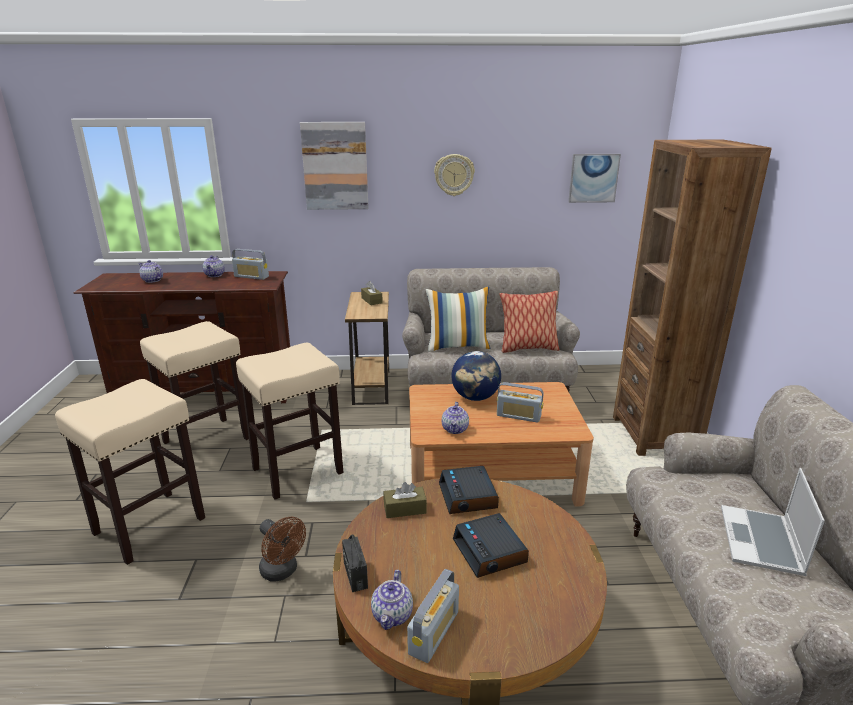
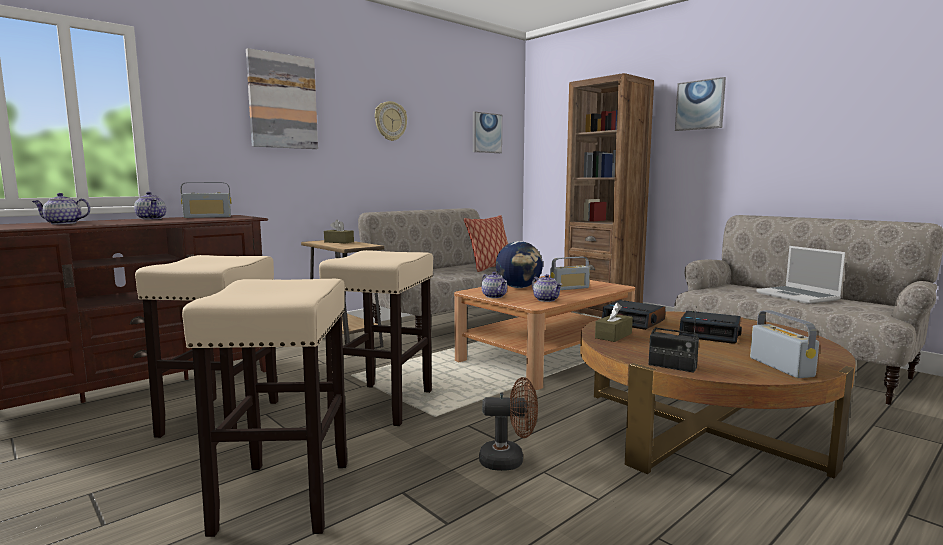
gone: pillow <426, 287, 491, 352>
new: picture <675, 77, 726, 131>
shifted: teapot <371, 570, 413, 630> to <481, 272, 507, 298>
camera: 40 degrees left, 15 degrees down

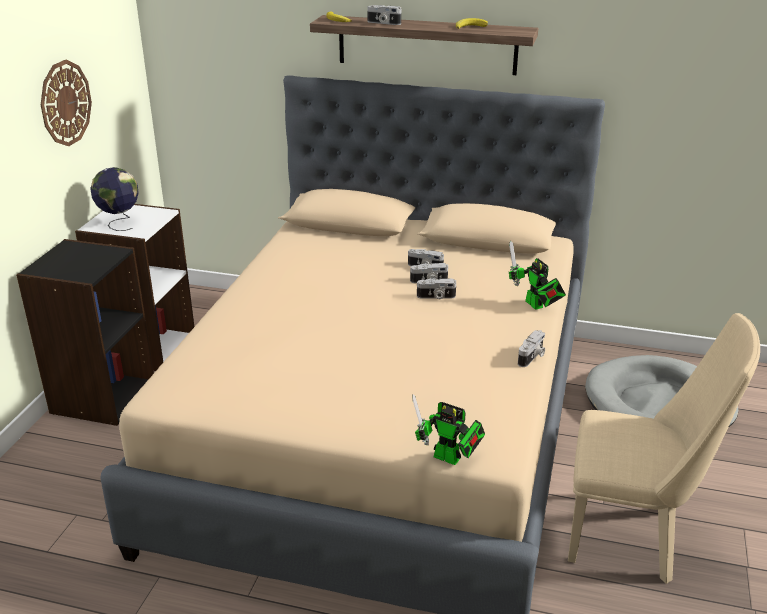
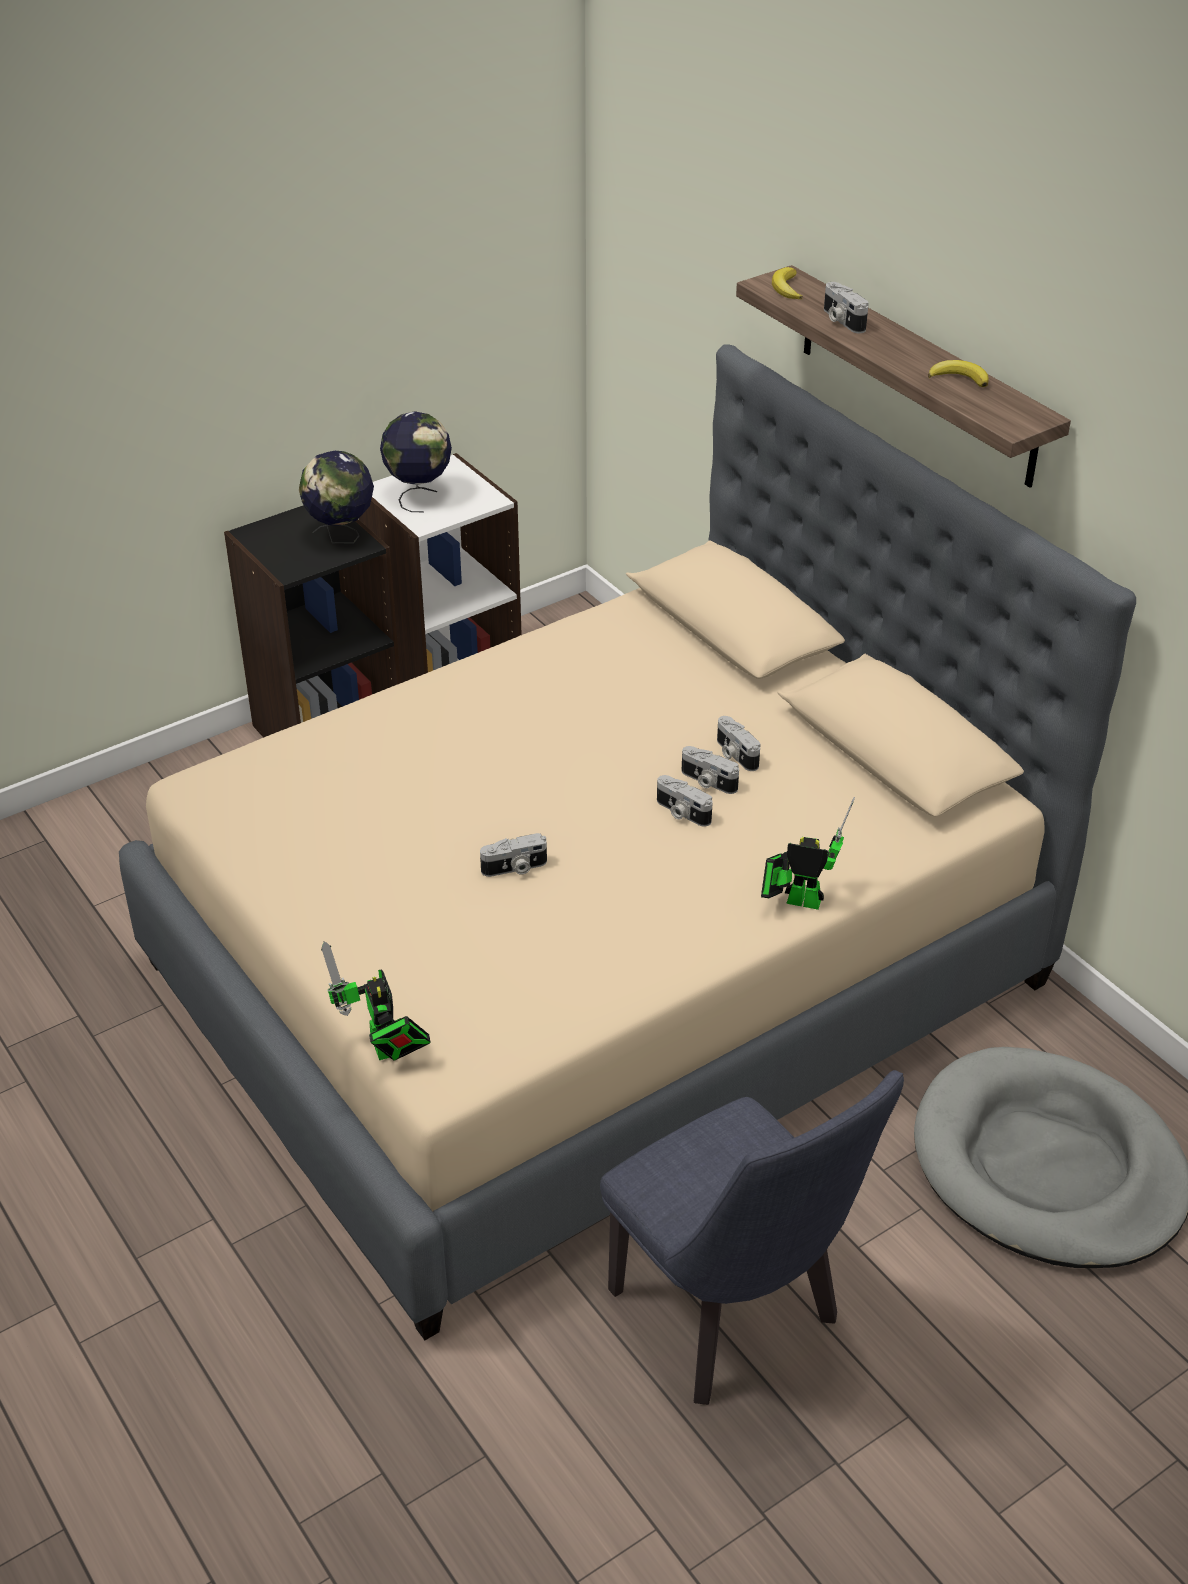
gone: wall clock <41, 60, 92, 146>
new: globe <299, 451, 374, 543>
shifted: photo camera <518, 330, 545, 367> to <480, 833, 547, 877>
repainted: beige chair <568, 313, 760, 584> to blue chair <600, 1070, 904, 1405>
rotated: toy robot <509, 241, 566, 310> = <761, 797, 855, 910> 90 degrees clockwise
camera: 40 degrees right, 10 degrees up

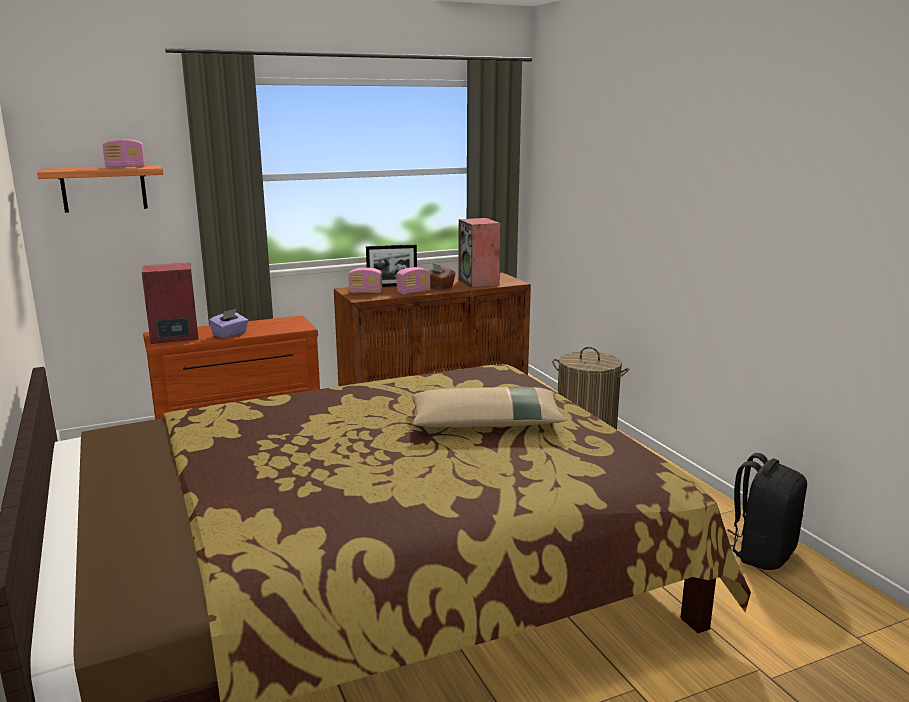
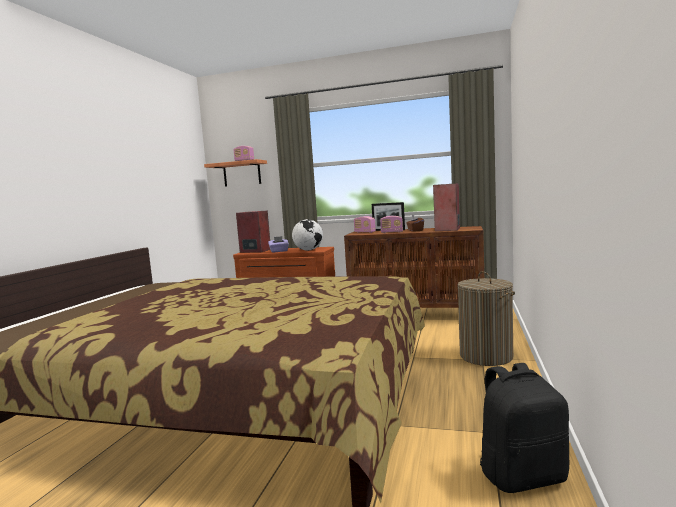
gone: beige pillow <411, 387, 567, 427>
new: globe <292, 219, 323, 251>
camera: 40 degrees right, 10 degrees down

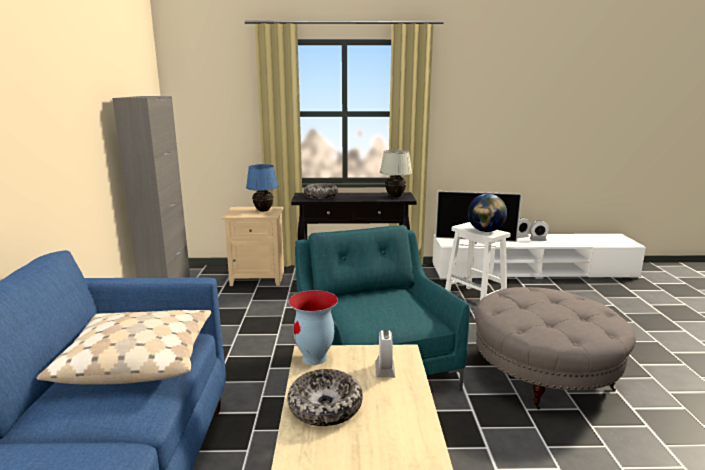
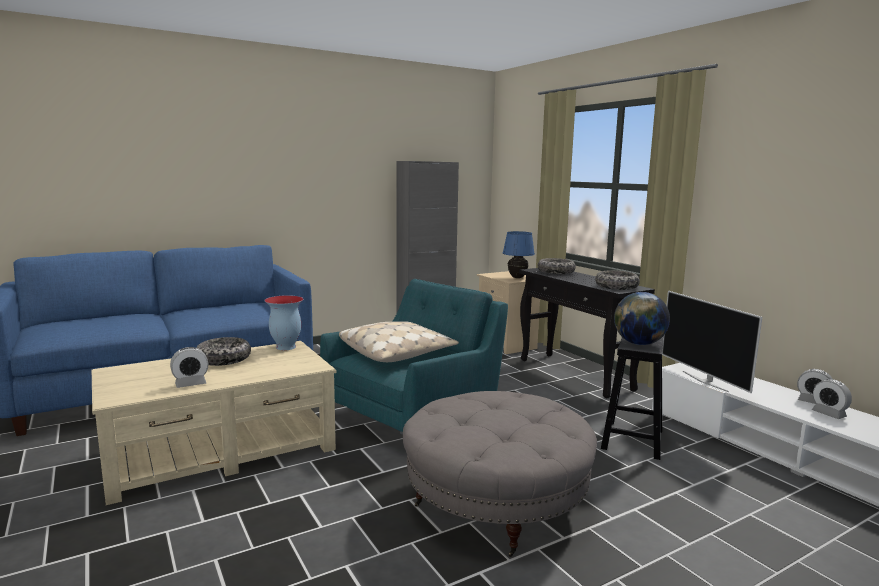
shifted: alarm clock <375, 330, 395, 378> to <170, 347, 208, 388>; beige pillow <37, 310, 211, 385> to <339, 321, 459, 362>
swapped: white table lamp <380, 150, 412, 197> to bowl <595, 270, 640, 290>
repainted: white stool <445, 222, 511, 301> to black stool <601, 336, 664, 460>
camera: 60 degrees right, 5 degrees down

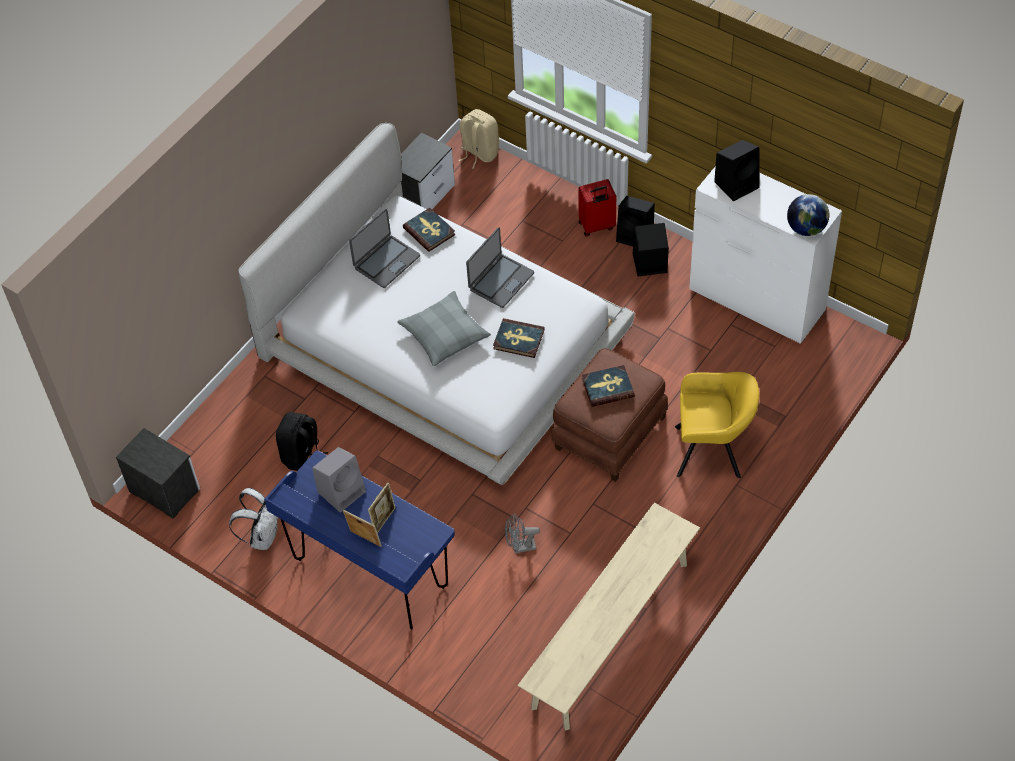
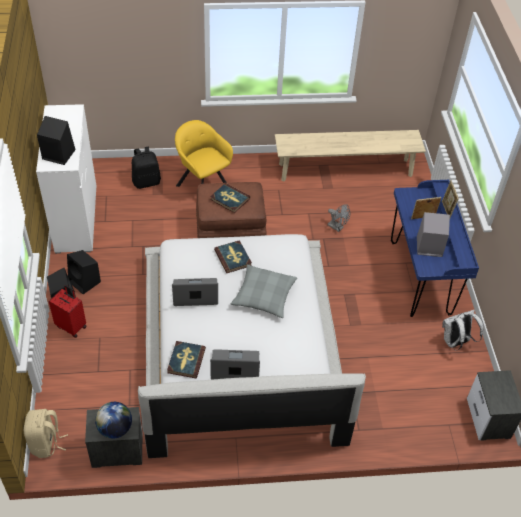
shifted: globe <787, 194, 829, 236> to <95, 402, 132, 439>; black backpack <276, 412, 328, 471> to <132, 147, 161, 189>
camera: 135 degrees left, 5 degrees down

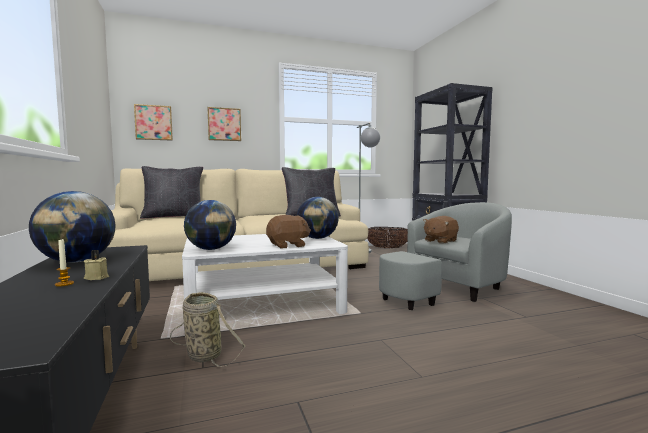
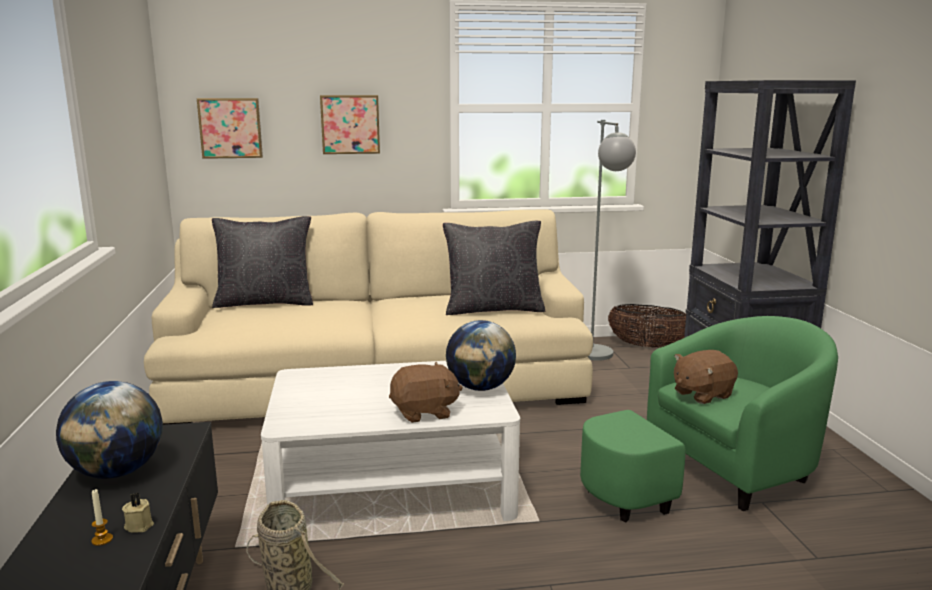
gone: globe <184, 200, 236, 250>
repainted: grey armchair <379, 202, 512, 310> to green armchair <580, 316, 838, 522>
camera: 10 degrees right, 10 degrees up

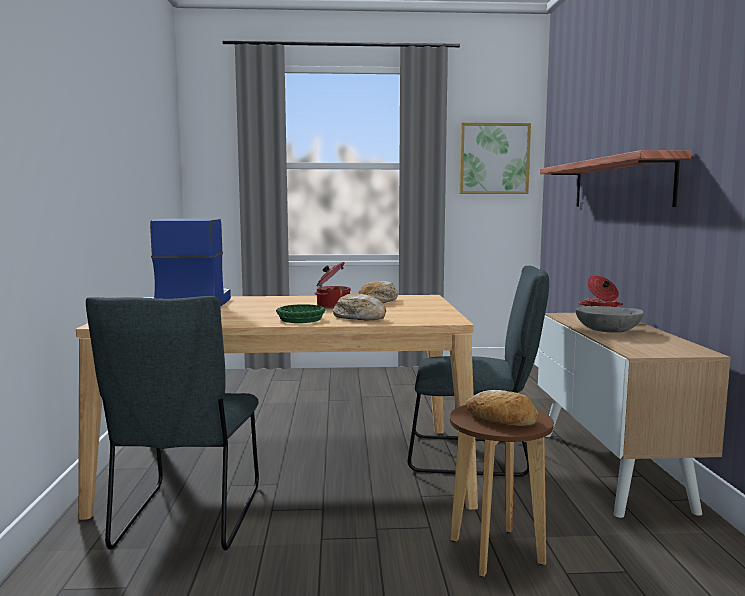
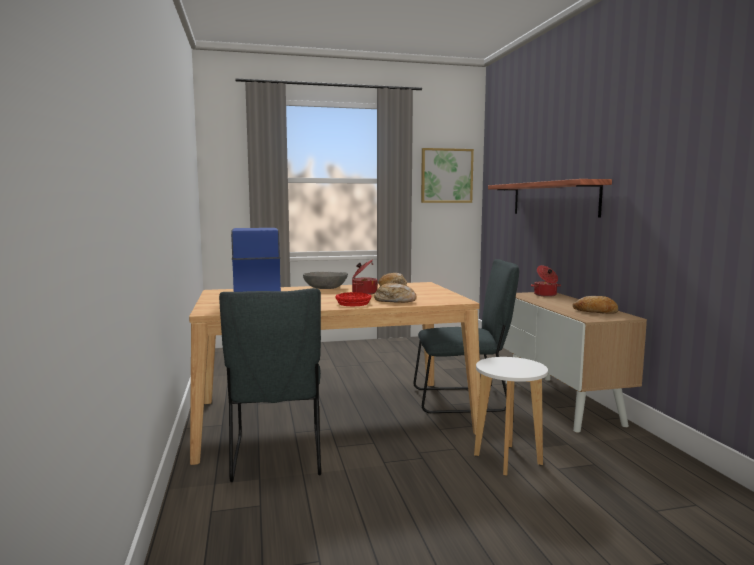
shifted: grey bowl <576, 306, 644, 333> to <303, 272, 348, 289>; bread <466, 390, 539, 426> to <572, 296, 618, 314>
repainted: green bowl <276, 304, 325, 323> to red bowl <335, 292, 372, 306>; brown stool <450, 405, 554, 577> to white stool <474, 357, 548, 476>
camera: 10 degrees left, 0 degrees up

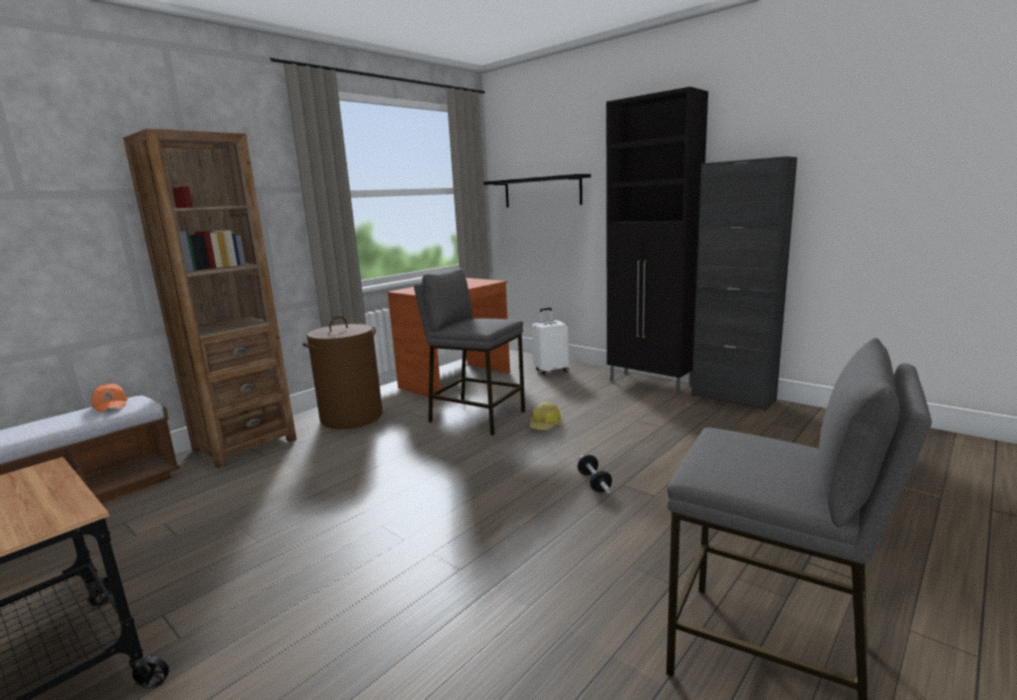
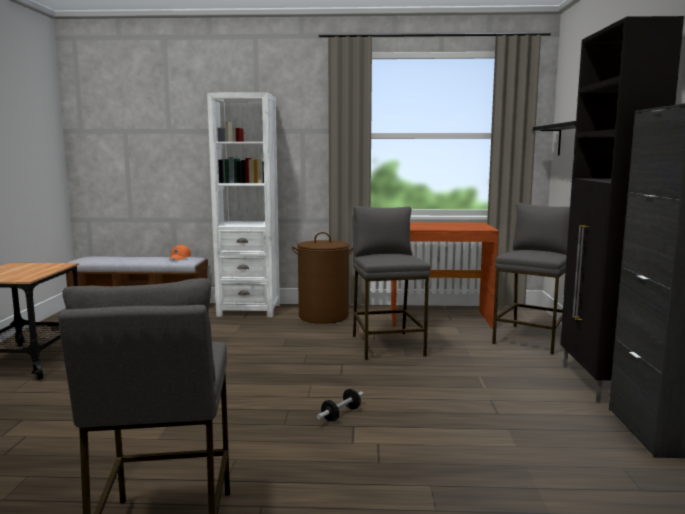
gone: hard hat <530, 402, 562, 430>
swapped: white suitcase <532, 308, 569, 375> to grey stool <492, 203, 570, 354>
repainted: brown bookcase <123, 128, 297, 469> to white bookcase <207, 92, 280, 317>
camera: 50 degrees right, 5 degrees down

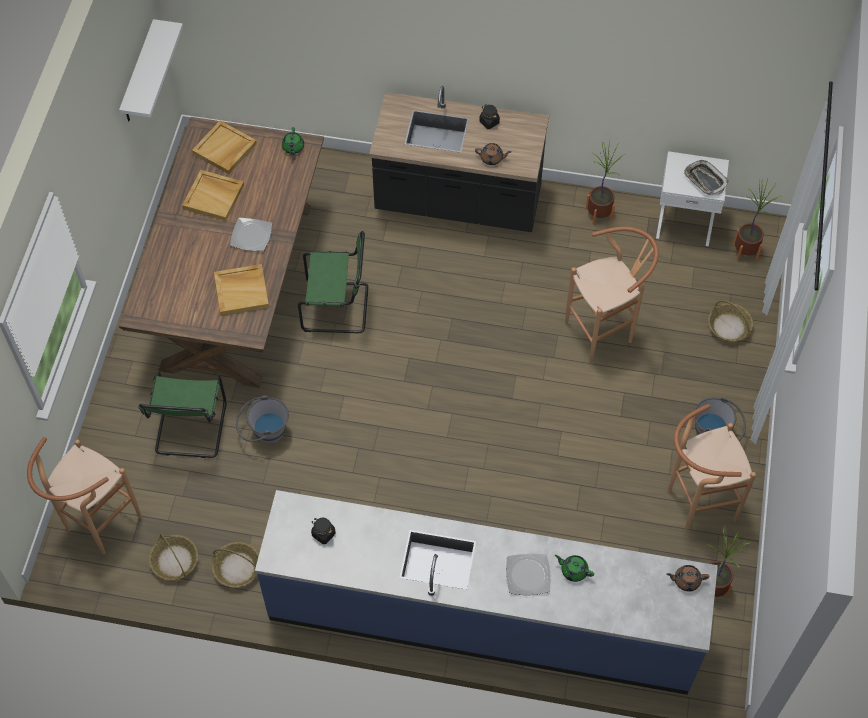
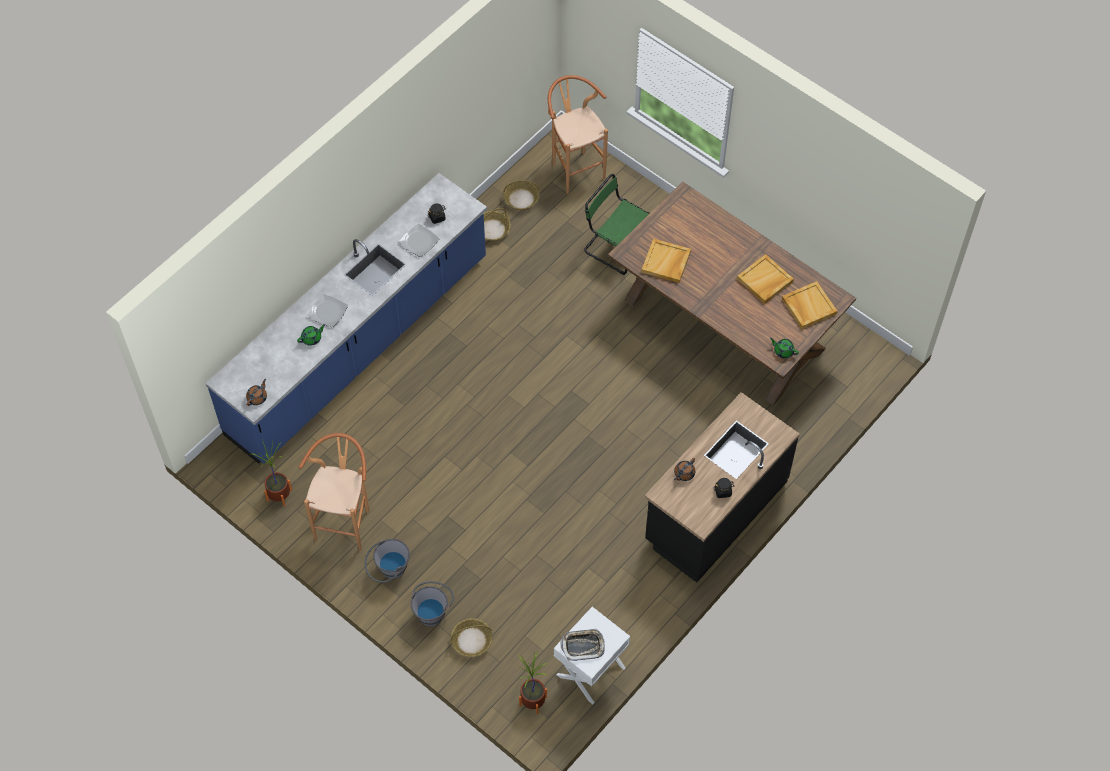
gone: white shelf <119, 19, 183, 121>; green chair <298, 231, 368, 333>; brown stool <565, 227, 659, 364>; potted plant <586, 140, 626, 225>
shifted: plate <230, 218, 272, 251> to <399, 224, 439, 257>; grey bucket <236, 396, 289, 444> to <411, 581, 454, 626>
camera: 120 degrees right, 0 degrees up

